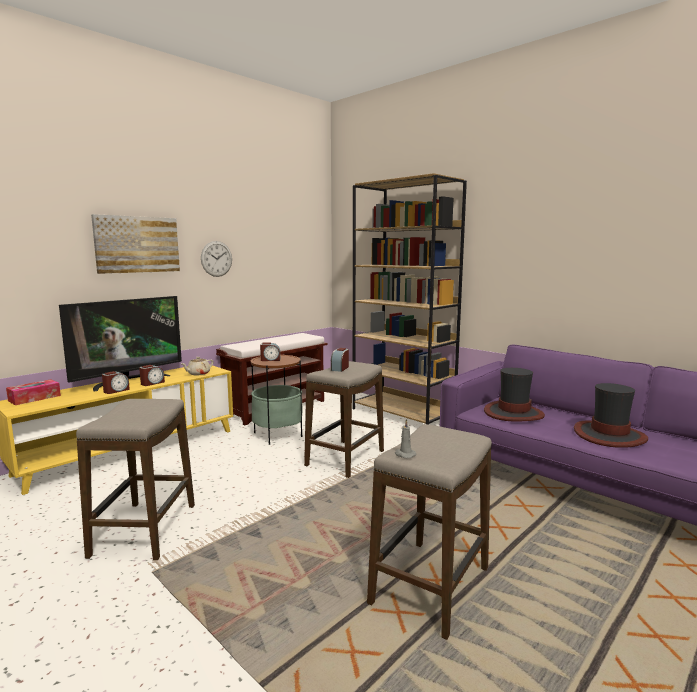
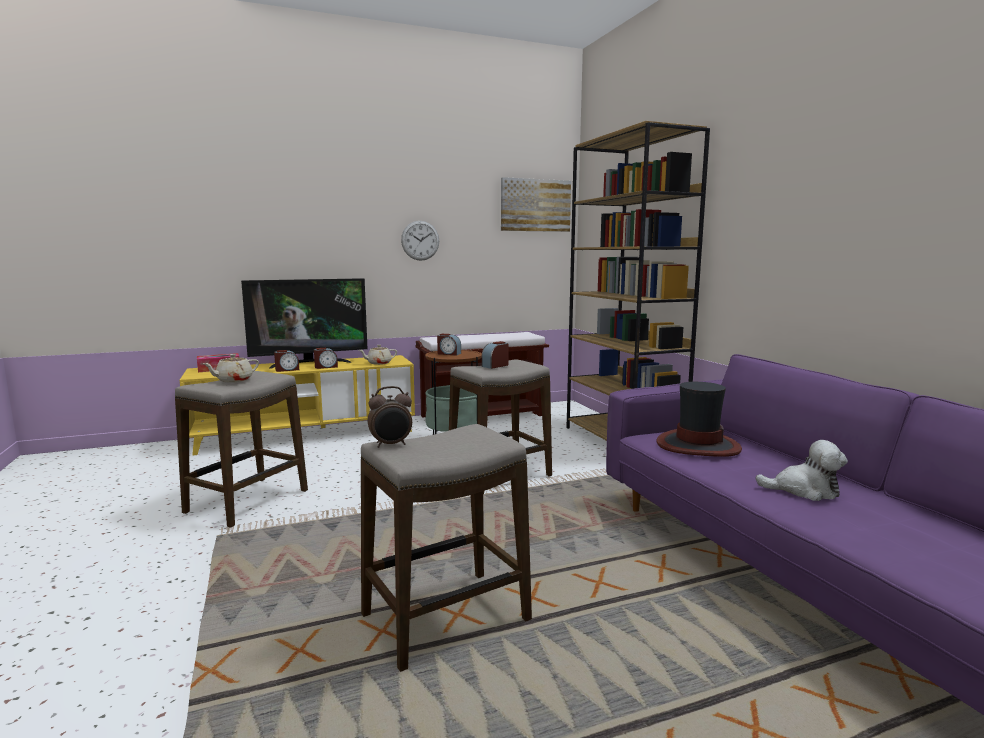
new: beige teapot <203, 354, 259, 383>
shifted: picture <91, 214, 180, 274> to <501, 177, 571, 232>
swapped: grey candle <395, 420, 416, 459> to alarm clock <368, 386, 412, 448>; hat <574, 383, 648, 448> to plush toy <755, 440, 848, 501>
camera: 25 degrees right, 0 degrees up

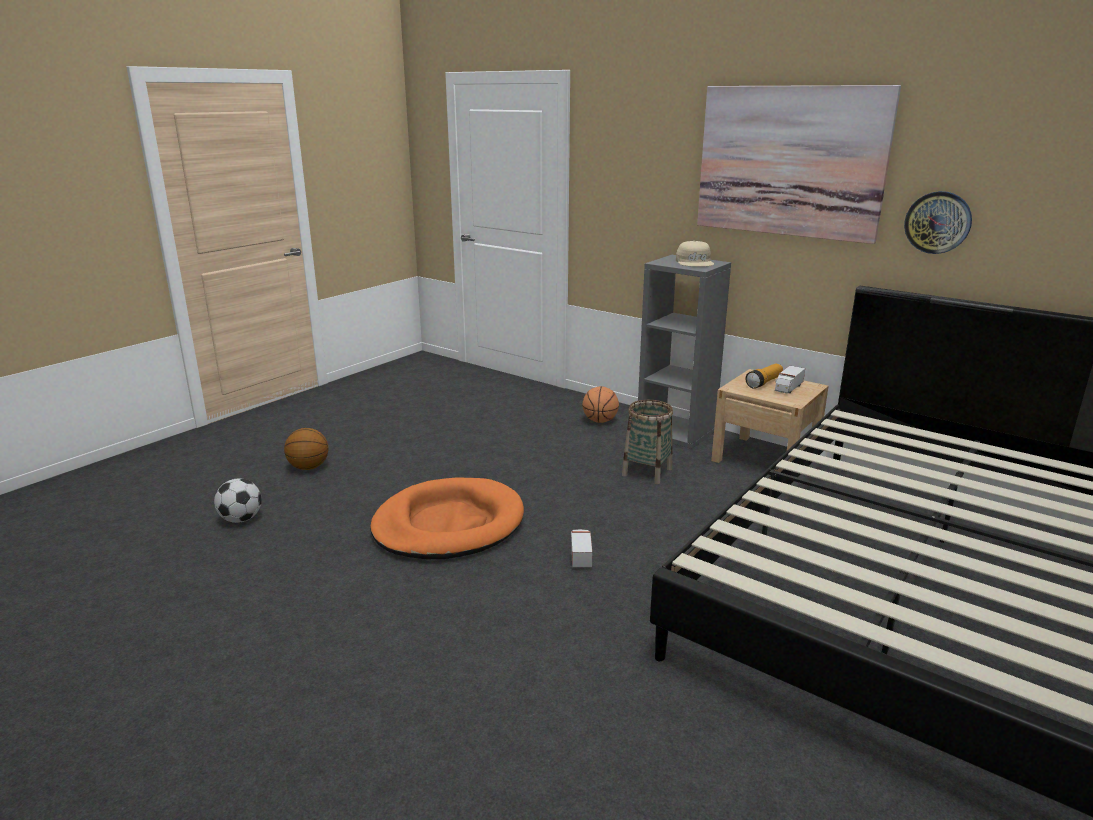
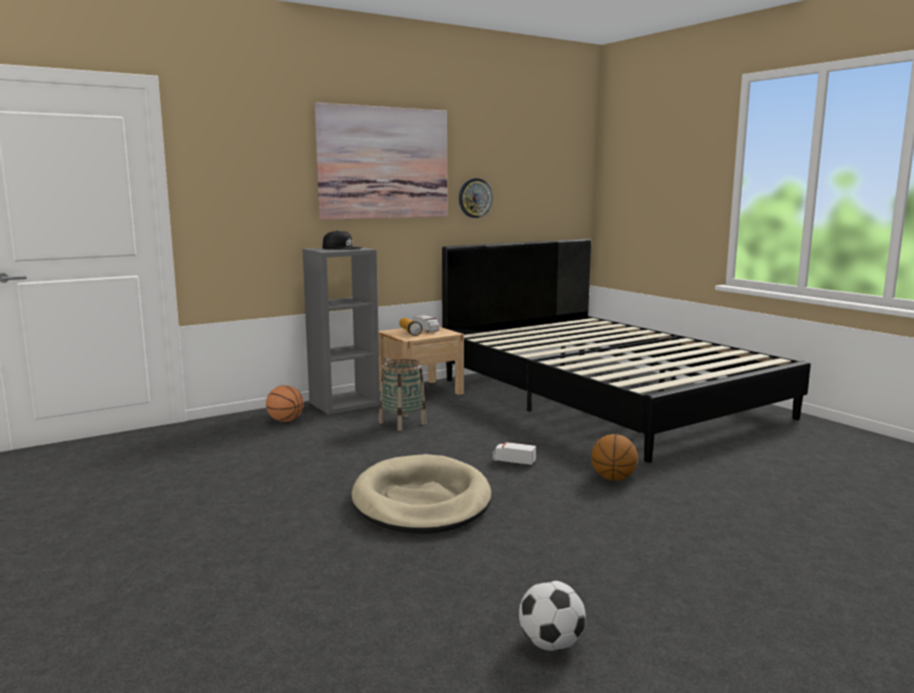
shifted: football <214, 478, 262, 523> to <519, 580, 586, 651>; basketball <284, 428, 328, 470> to <591, 434, 638, 481>
repainted: beige cap <676, 241, 714, 267> to black cap <323, 230, 362, 250>; orange dog bed <370, 477, 524, 559> to beige dog bed <352, 454, 491, 534>
camera: 70 degrees left, 10 degrees down

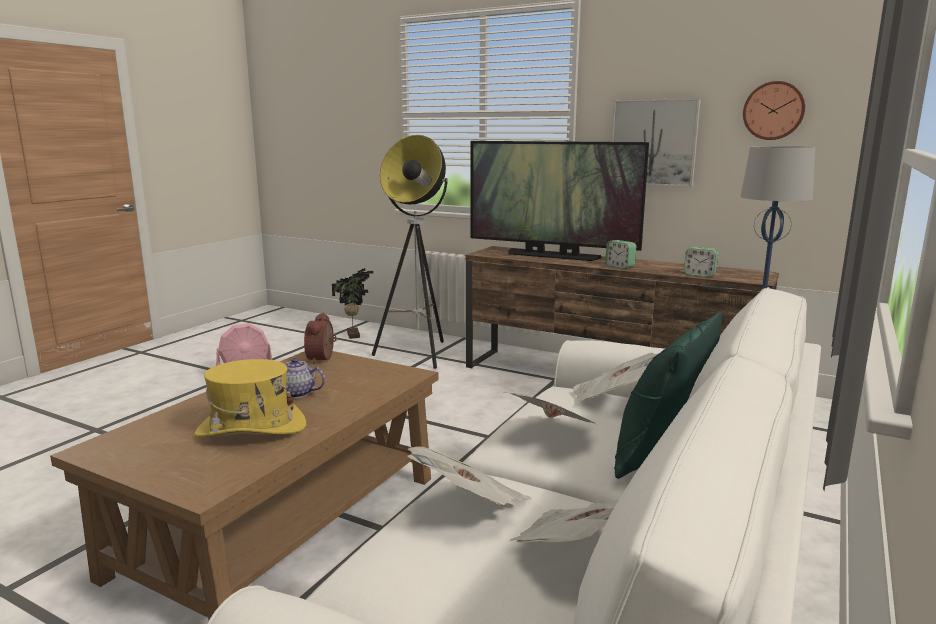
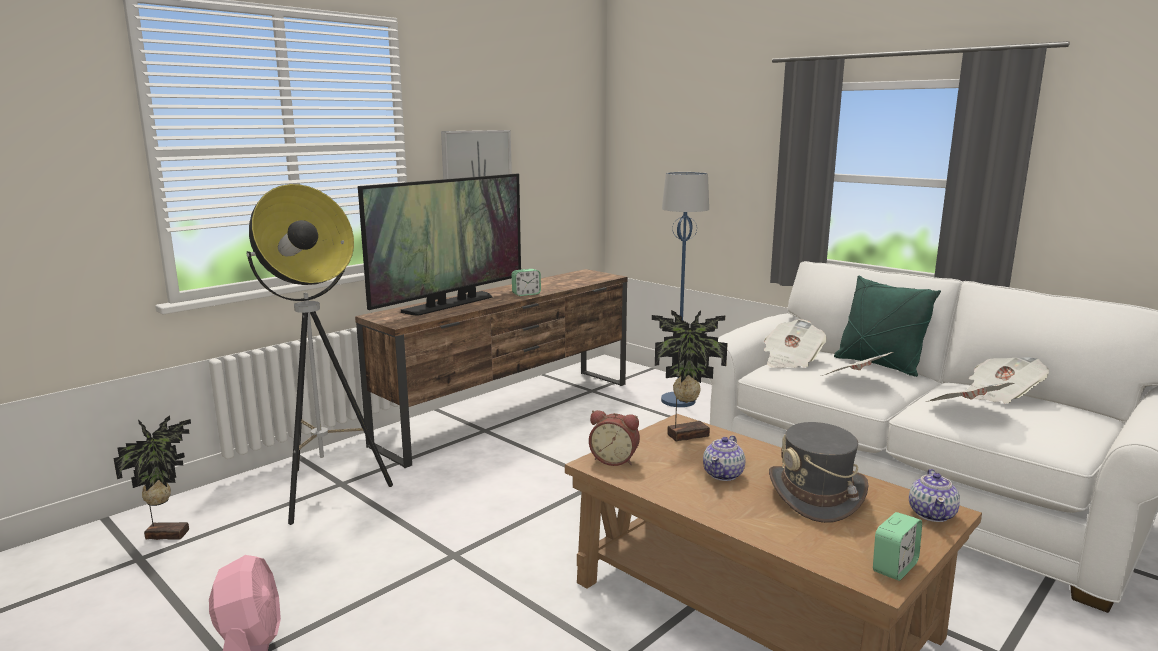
gone: wall clock <743, 81, 805, 140>
new: potted plant <652, 310, 728, 442>; teapot <909, 469, 960, 522>
shifted: alarm clock <684, 247, 718, 277> to <873, 512, 922, 581>
repainted: yellow hat <195, 359, 306, 438> to grey hat <769, 422, 869, 523>
camera: 75 degrees left, 0 degrees up

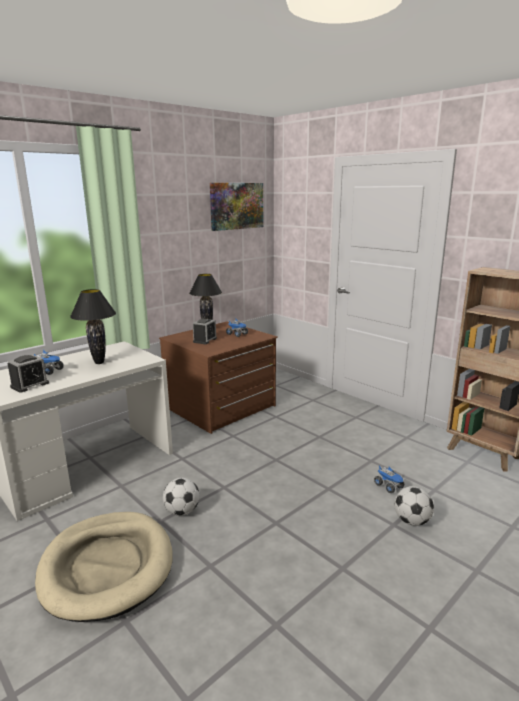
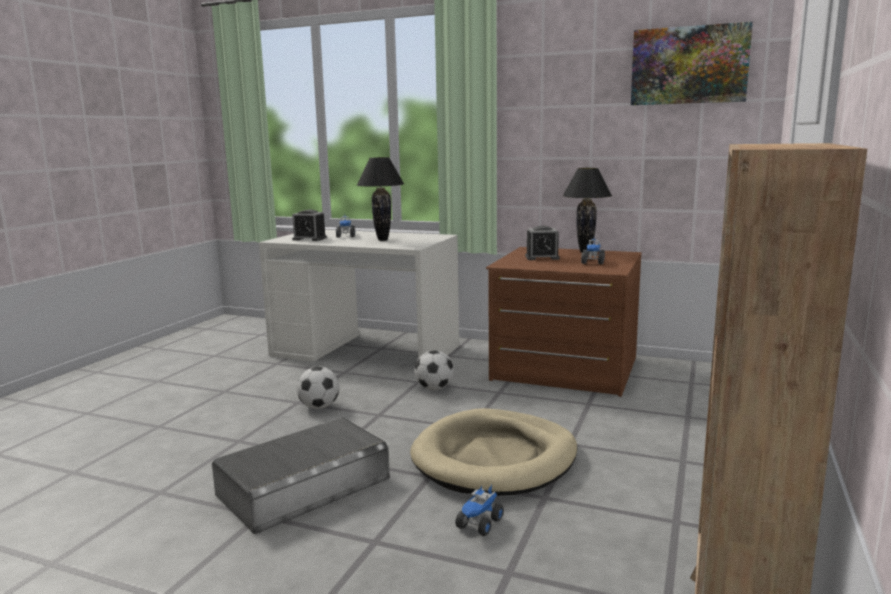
new: grey storage box <212, 417, 390, 534>
shifted: beige dog bed <35, 512, 173, 622> to <410, 408, 577, 496>; football <394, 486, 434, 526> to <414, 350, 454, 390>
camera: 65 degrees right, 5 degrees down

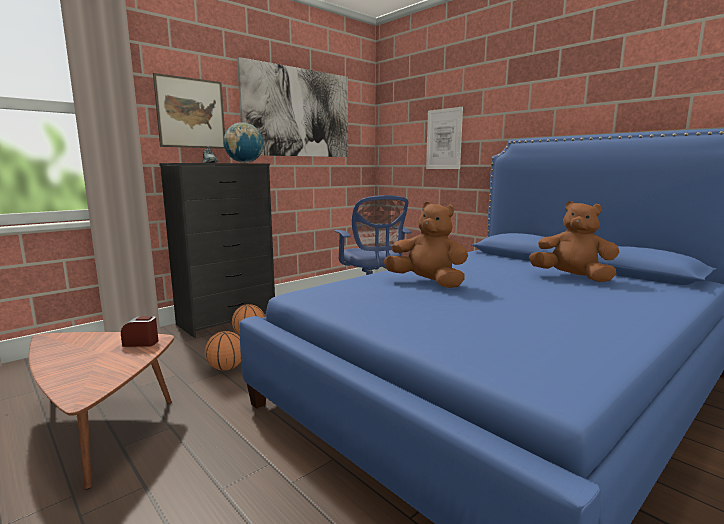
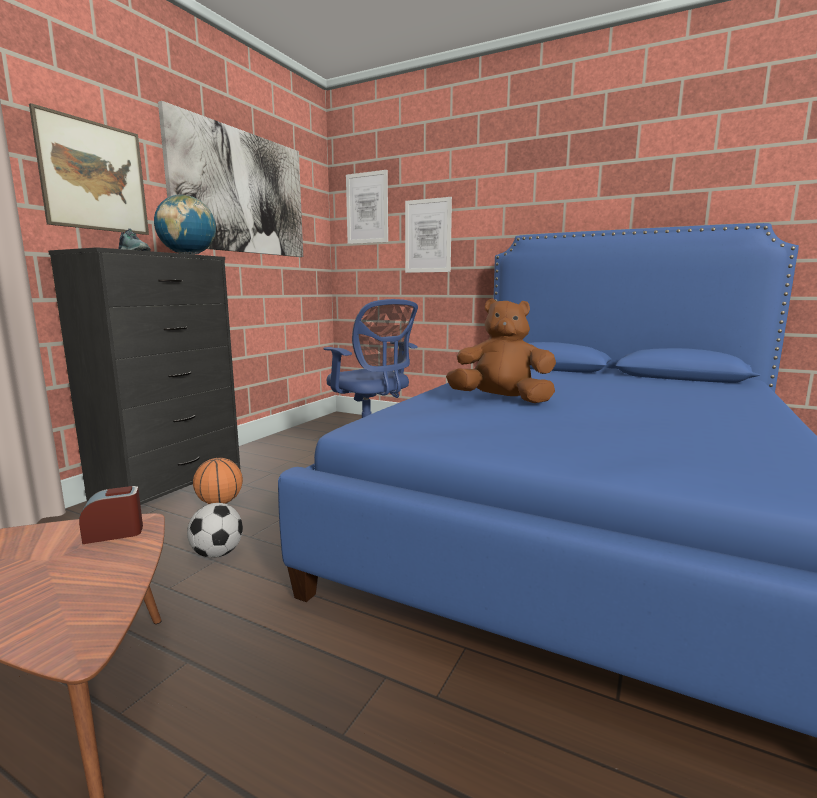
gone: brown plush toy <529, 201, 619, 282>
new: picture <346, 170, 388, 244>
swapped: basketball <205, 331, 241, 371> to football <187, 503, 243, 558>
camera: 20 degrees left, 0 degrees up

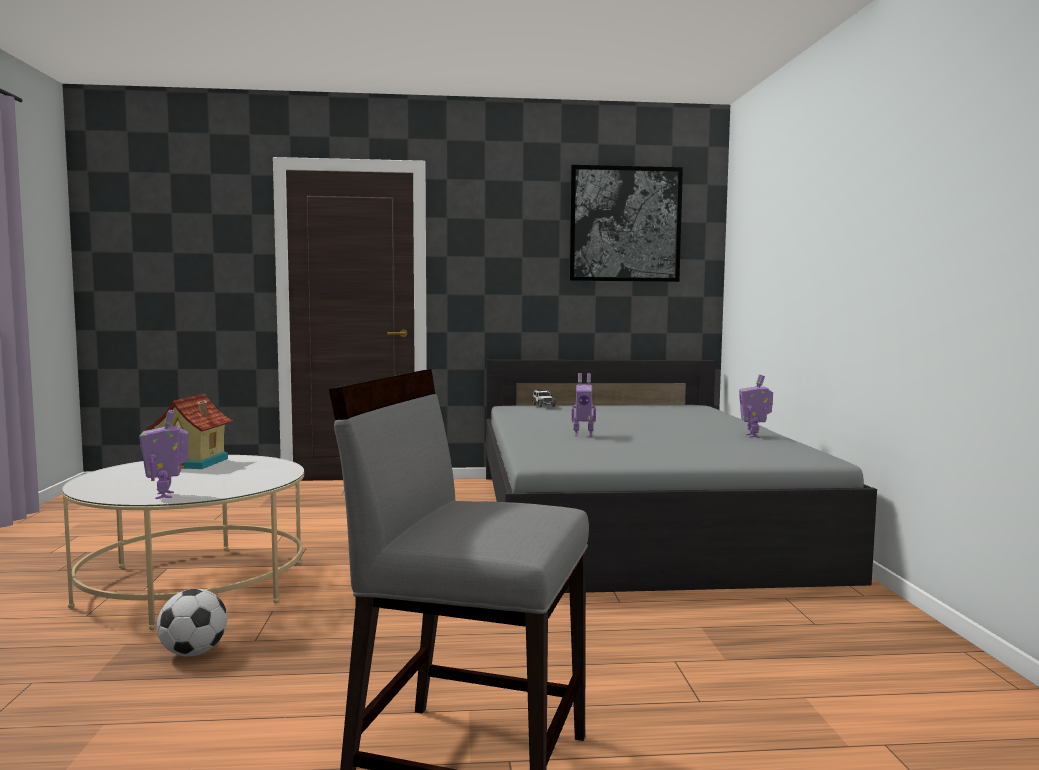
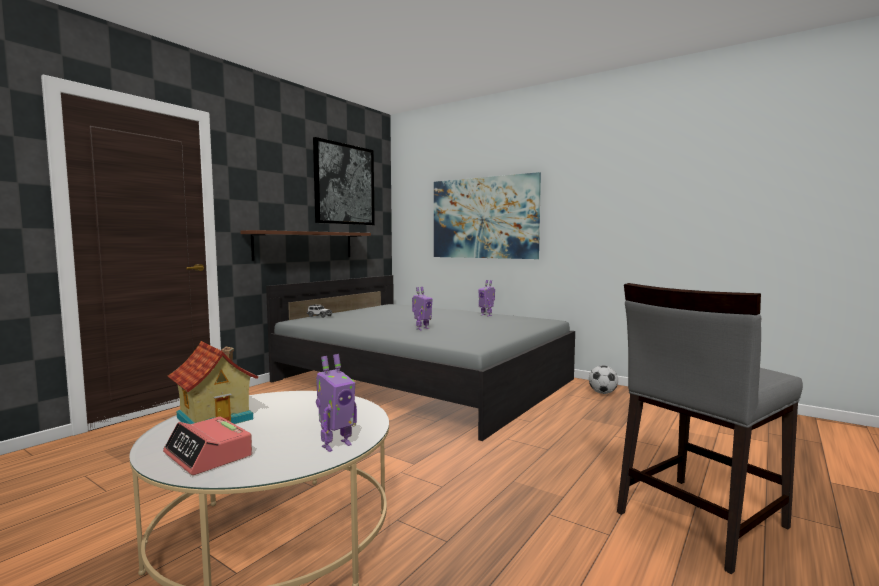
new: alarm clock <163, 417, 252, 475>; brown shelf <240, 230, 371, 261>; picture <434, 172, 541, 259>
shifted: football <157, 589, 227, 656> to <589, 365, 618, 394>
rotated: toy robot <139, 410, 188, 499> = <316, 354, 357, 452> 60 degrees counterclockwise
camera: 50 degrees left, 0 degrees up

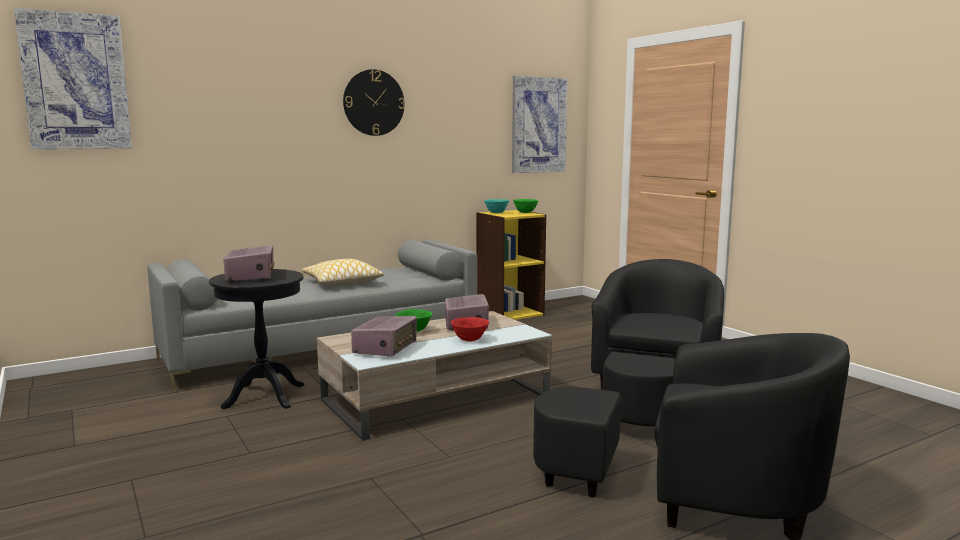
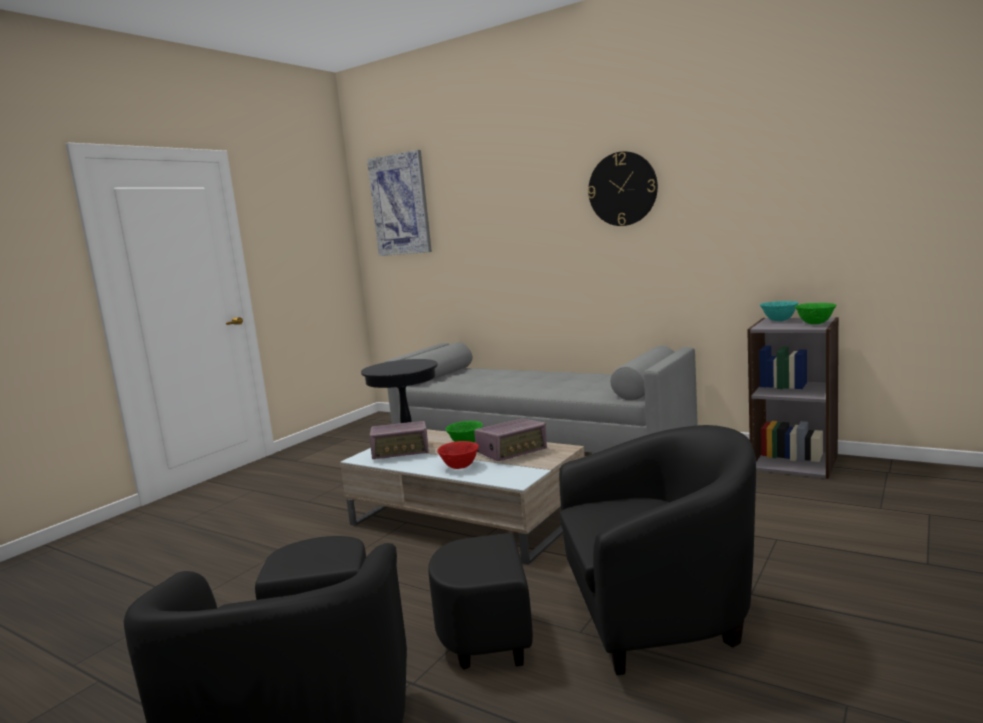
gone: radio <223, 245, 274, 282>; pillow <302, 259, 384, 286>; picture <512, 76, 568, 173>
repainted: yellow bookcase <476, 210, 546, 320> to grey bookcase <747, 317, 839, 479>
camera: 65 degrees right, 0 degrees up

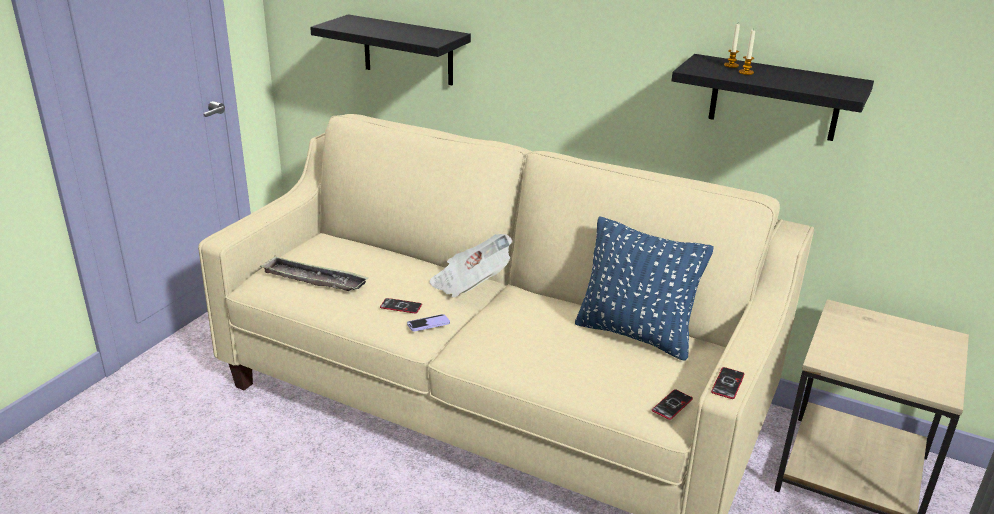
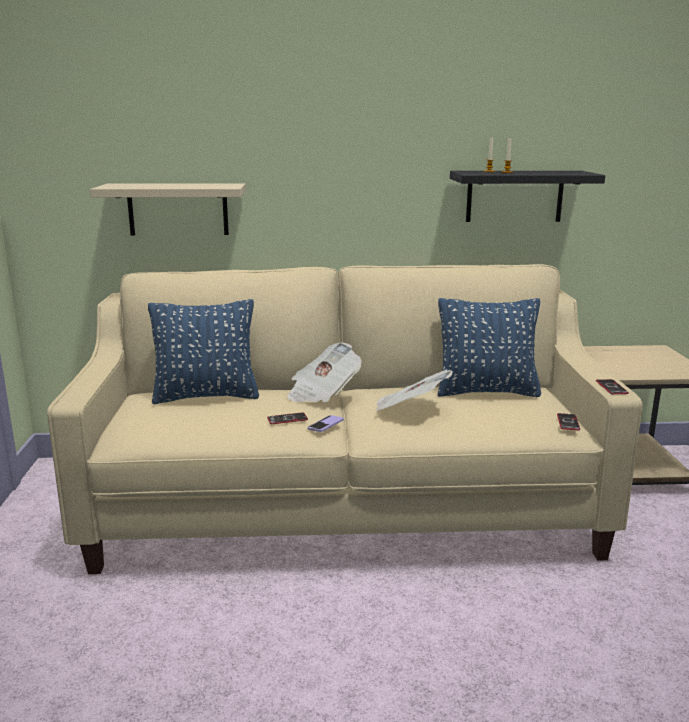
gone: tray <260, 256, 369, 291>
new: blue pillow <148, 299, 259, 404>; newspaper <375, 369, 453, 412>
repainted: black shelf <310, 14, 471, 85> to beige shelf <90, 183, 246, 235>
camera: 30 degrees left, 10 degrees down

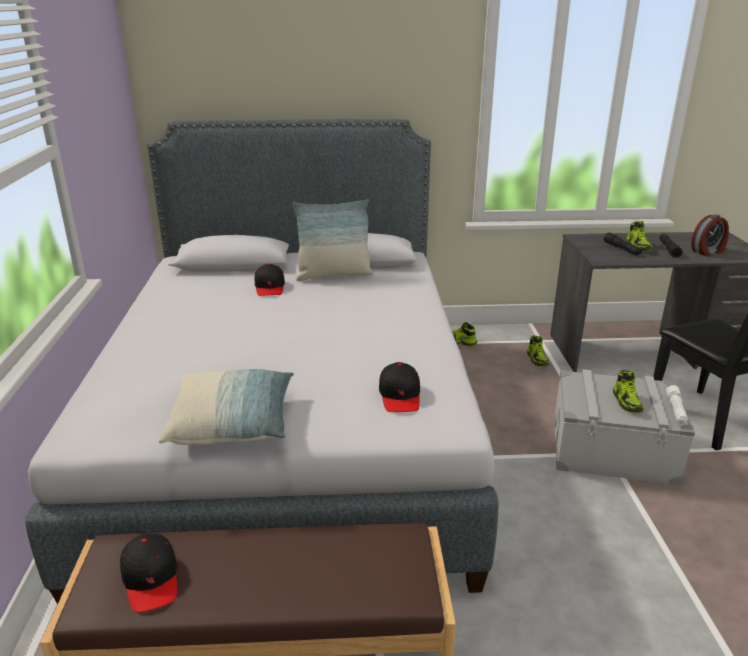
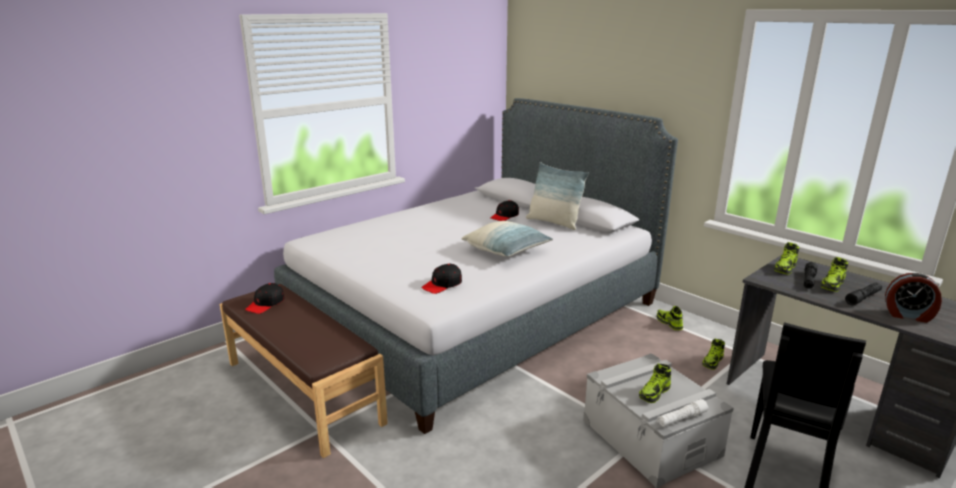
new: shoe <774, 242, 799, 275>
shifted: pillow <159, 369, 294, 445> to <461, 221, 553, 257>
camera: 50 degrees right, 5 degrees down

